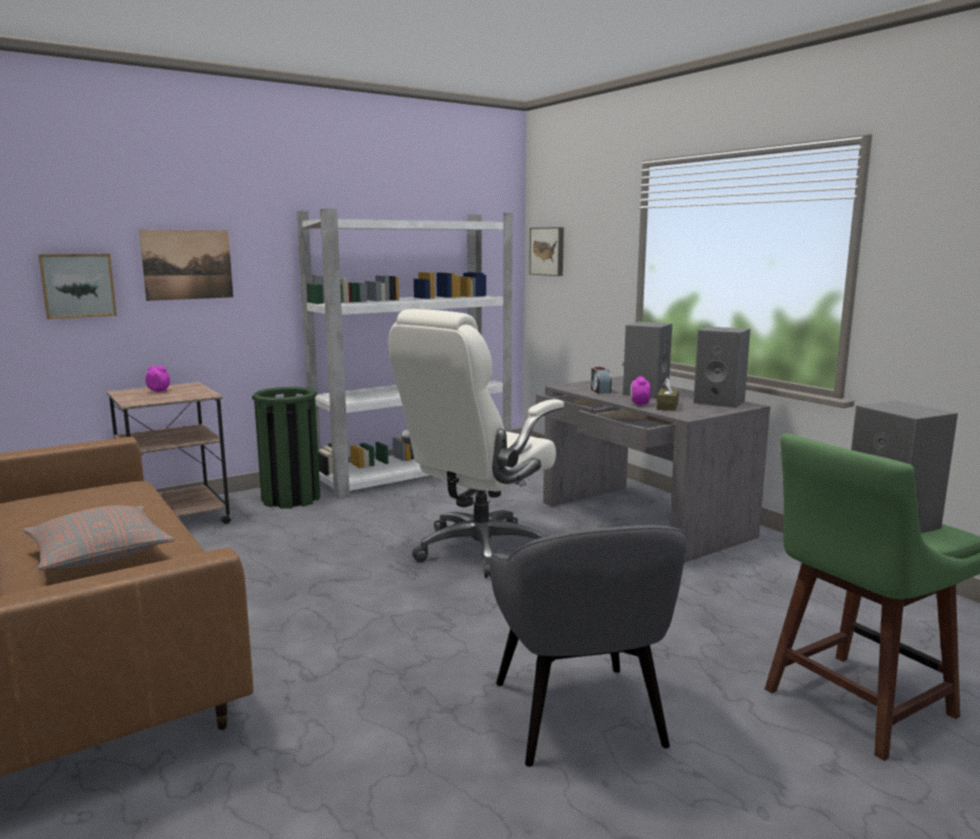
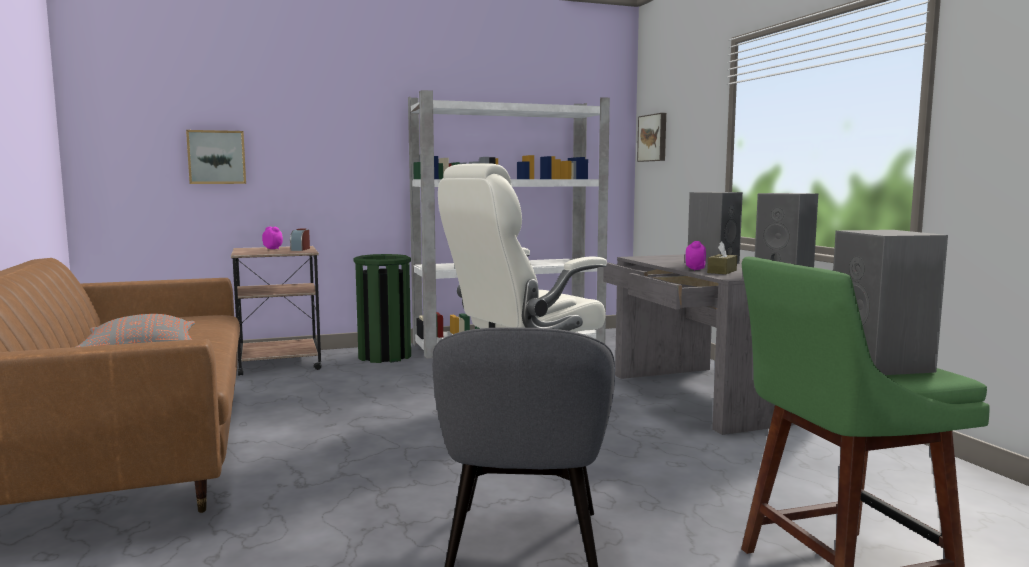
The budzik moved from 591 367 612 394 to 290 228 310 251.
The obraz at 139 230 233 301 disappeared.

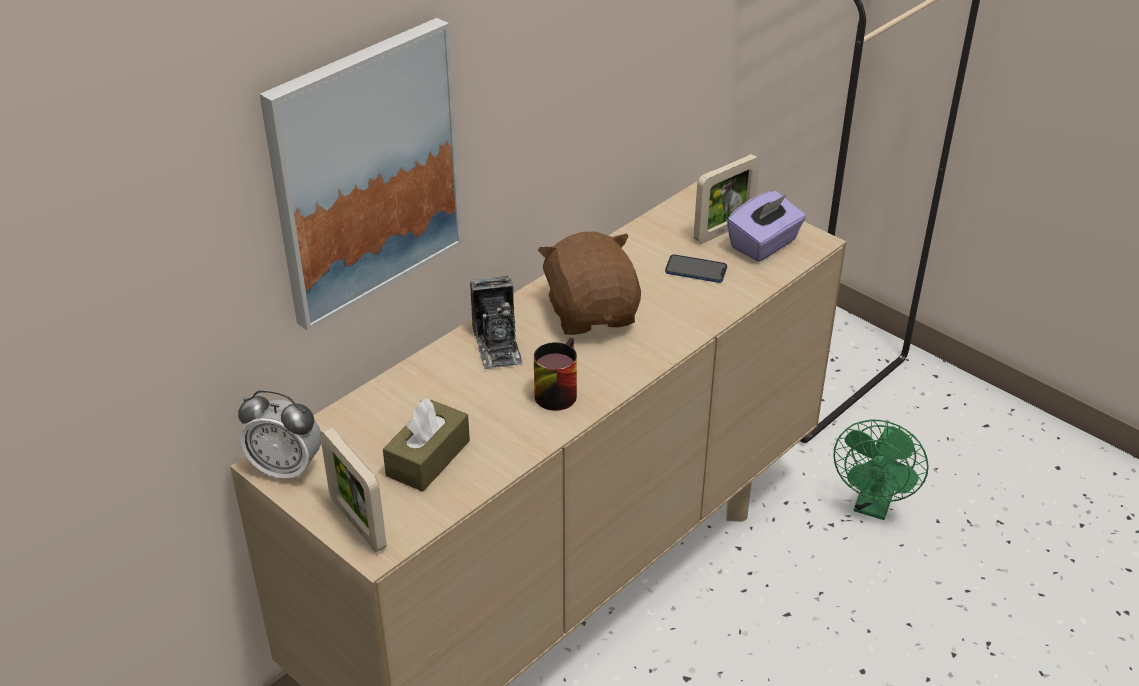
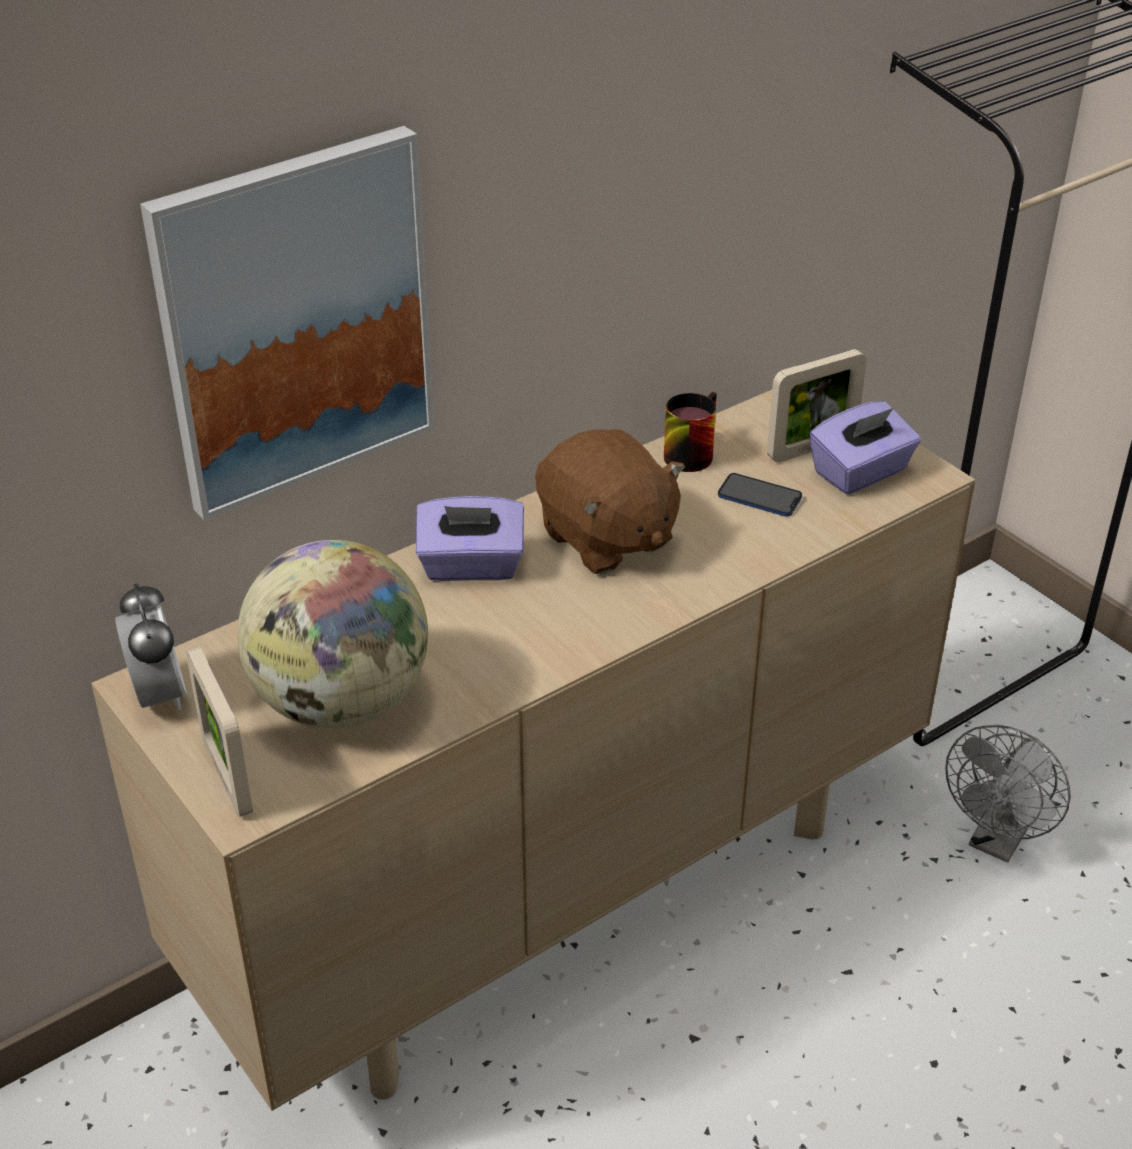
The budzik at 238 390 321 482 turned 135 degrees counterclockwise.
The pudełko chusteczek/brązowy at 383 398 470 492 was replaced by the globus at 237 540 428 729.
The aparat fotograficzny at 470 276 523 370 was replaced by the pudełko chusteczek/fioletowy at 416 496 524 581.
The pluszak/brązowy at 538 231 641 335 turned 150 degrees clockwise.
The kubek moved from 534 337 577 411 to 664 392 717 472.
The wentylator/zielony at 834 419 929 520 became the wentylator/szary at 945 725 1071 863.

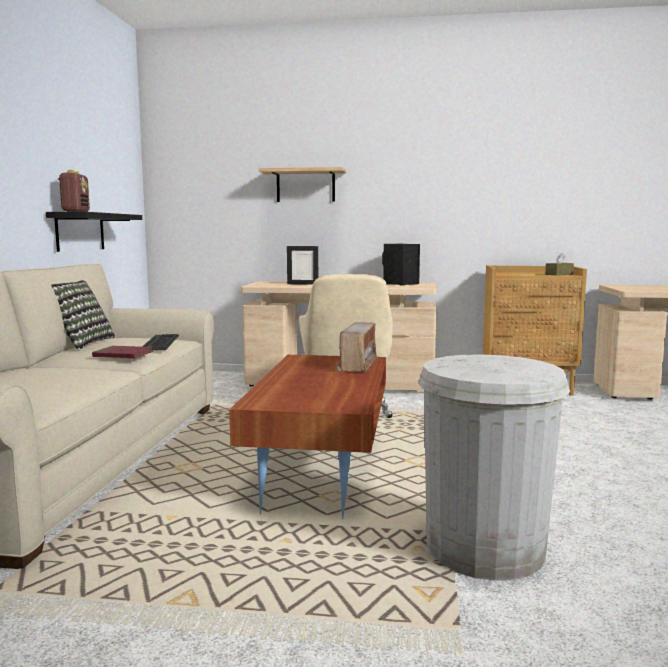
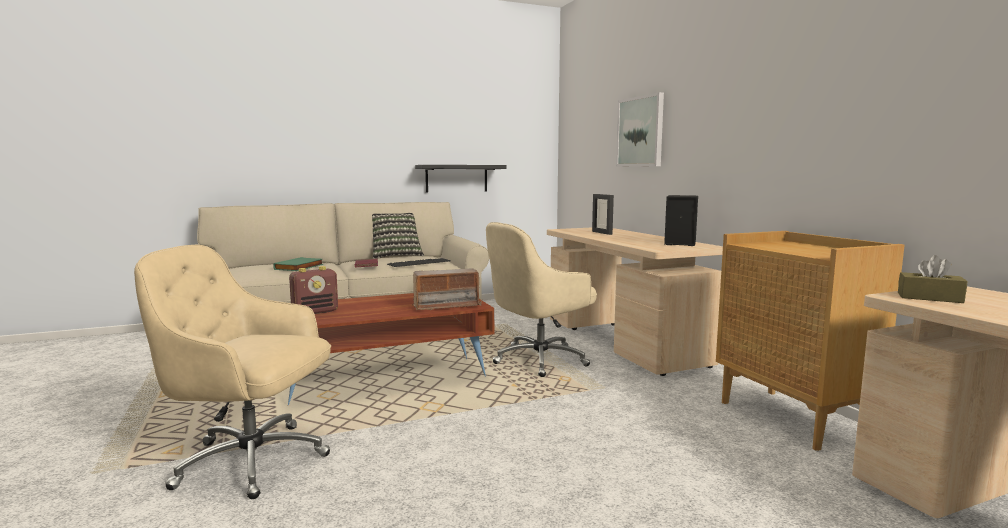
The kosz na śmieci/biały at 418 354 570 581 was replaced by the krzesło biurowe/beżowy at 134 245 331 499.
The książka/zielony at 273 257 323 271 appeared.
The radio moved from 58 170 90 212 to 289 266 338 314.
The półka at 259 167 346 202 was replaced by the obraz at 616 92 664 167.
The pudełko chusteczek/brązowy moved from 545 252 574 276 to 898 255 968 303.

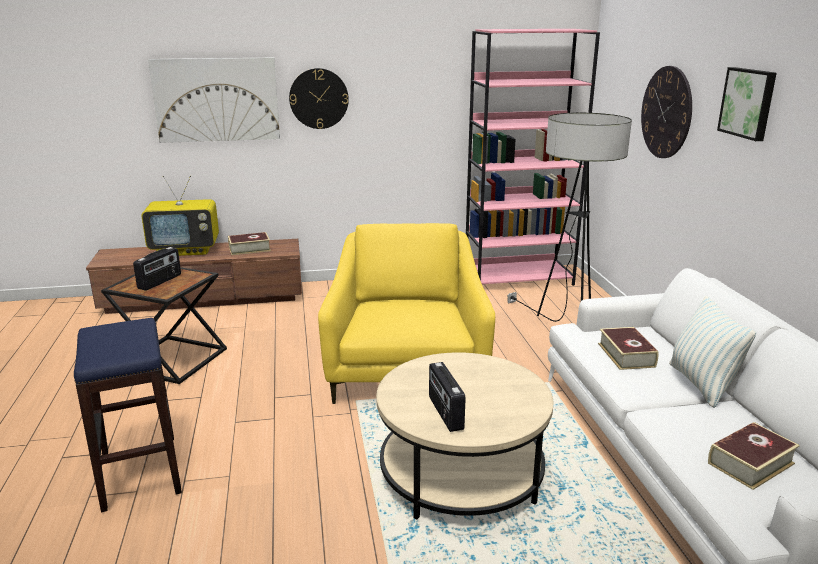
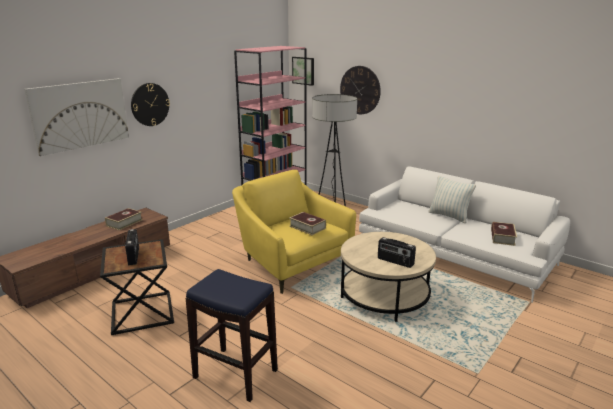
The książka moved from 598 327 658 370 to 289 212 326 235.
The obraz moved from 717 67 776 141 to 292 57 314 86.
The telewizor at 142 176 219 256 disappeared.

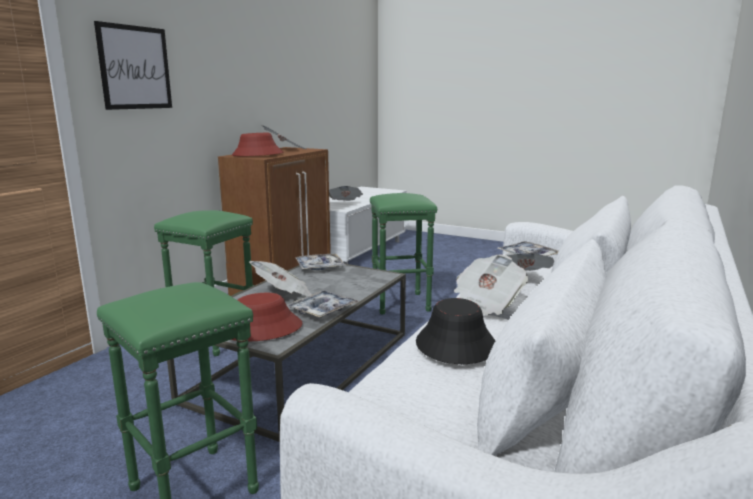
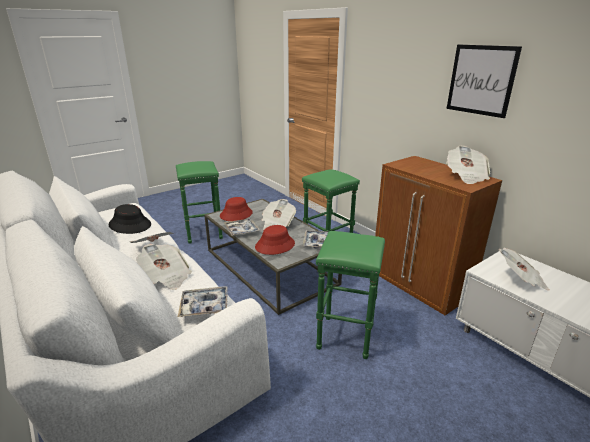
The kapelusz/czerwony moved from 232 133 283 156 to 255 225 295 255.
The obraz moved from 94 21 172 110 to 447 44 522 118.

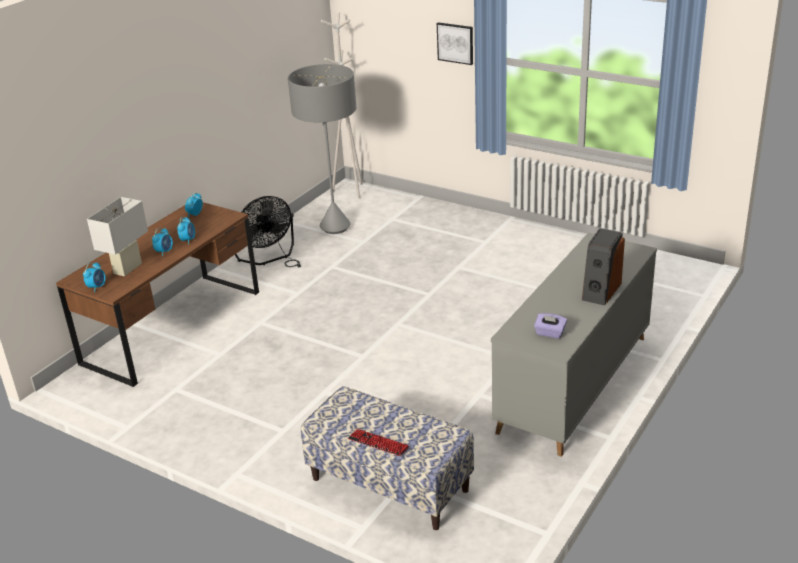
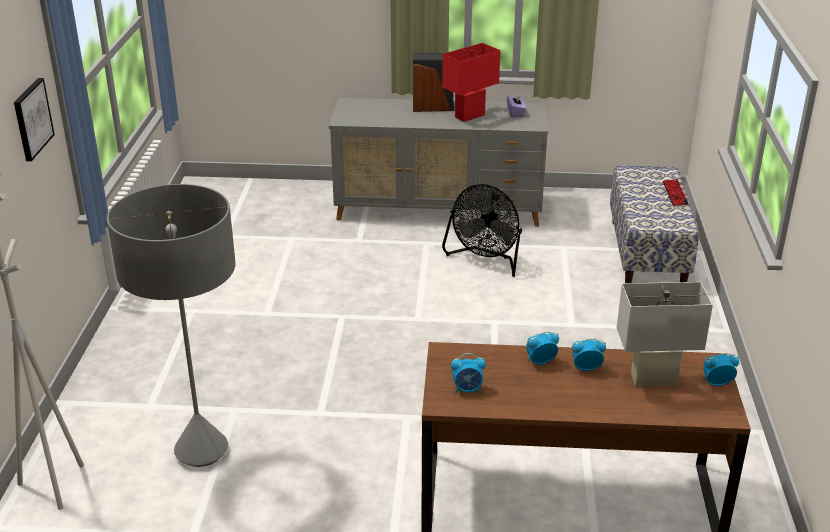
The lampa stołowa/czerwony at 442 43 501 122 appeared.
The wentylator/czarny moved from 235 196 301 267 to 442 184 522 277.

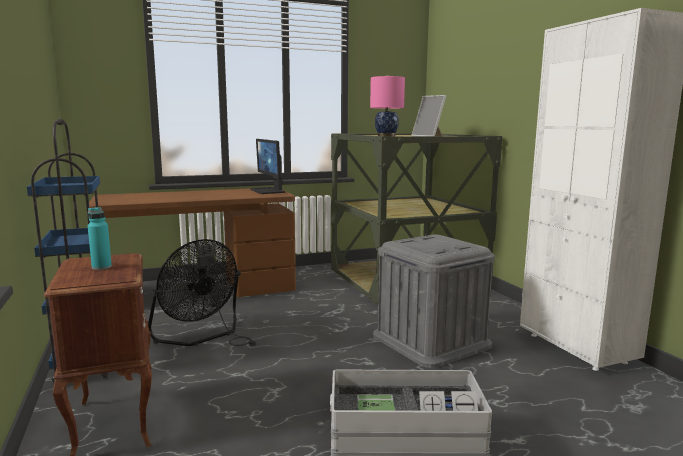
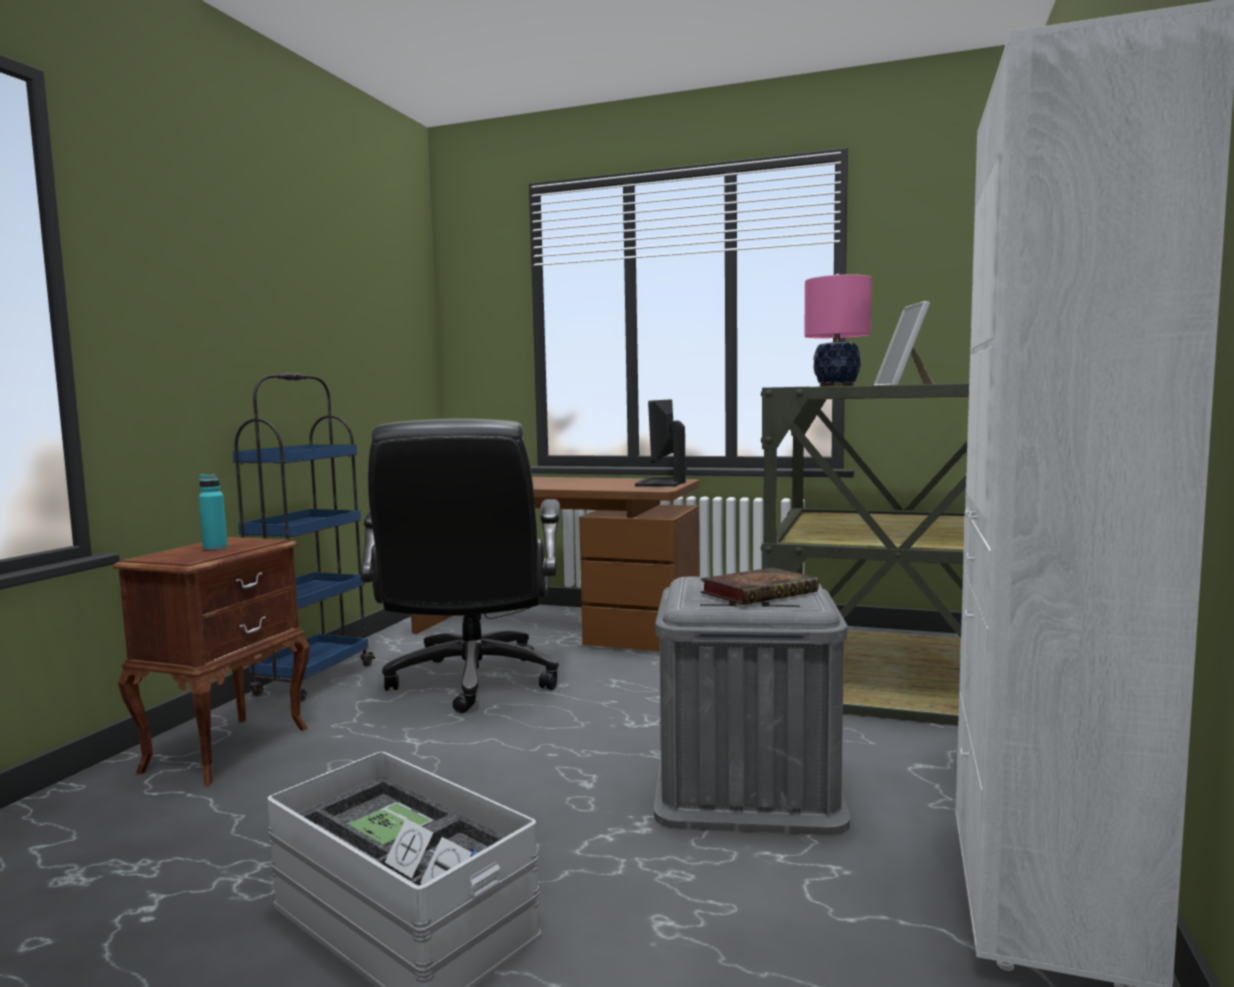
The wentylator/czarny at 148 239 255 346 was replaced by the krzesło biurowe/czarny at 360 419 560 713.
The książka at 701 567 819 605 appeared.

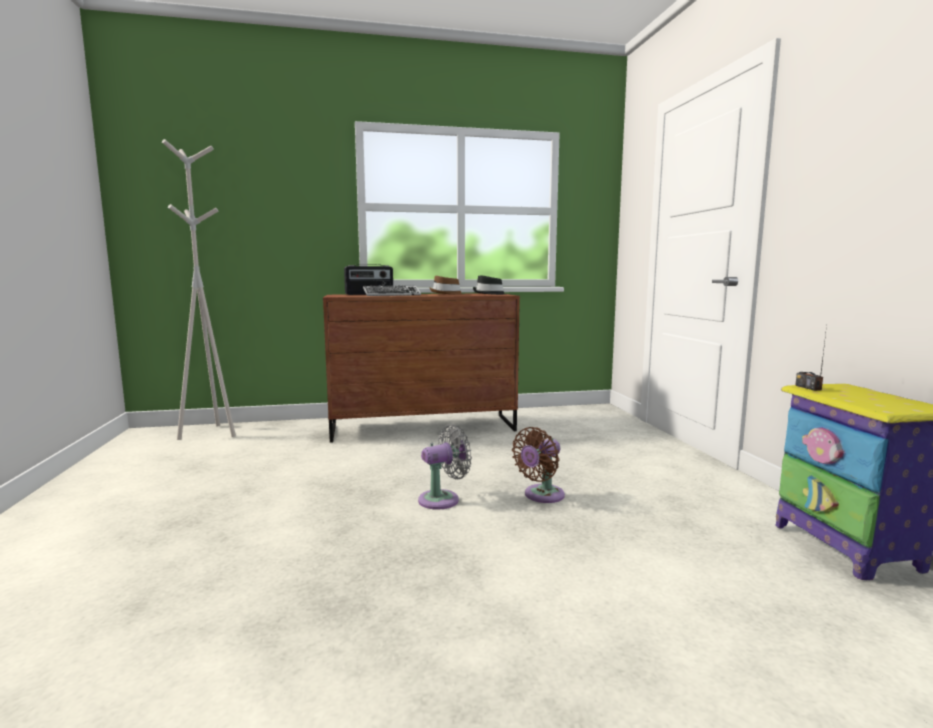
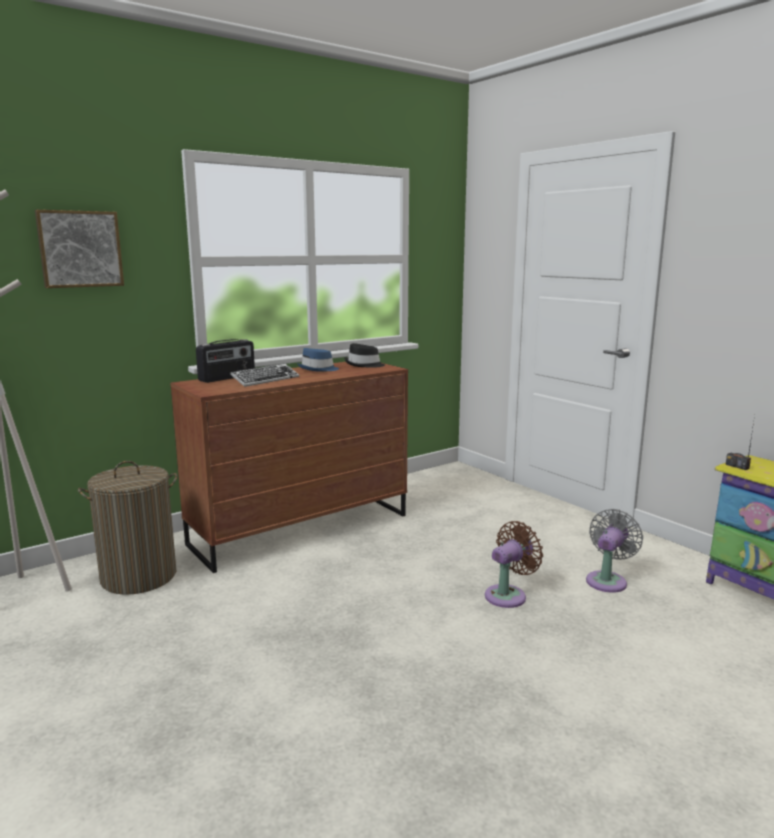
The obraz at 35 210 124 288 appeared.
The kosz na pranie at 78 461 177 595 appeared.
The kapelusz/brązowy at 430 276 463 295 became the kapelusz/niebieski at 297 348 339 372.
The wentylator/brązowy at 512 427 565 503 turned 150 degrees counterclockwise.
The wentylator/szary moved from 418 424 472 510 to 586 509 643 593.

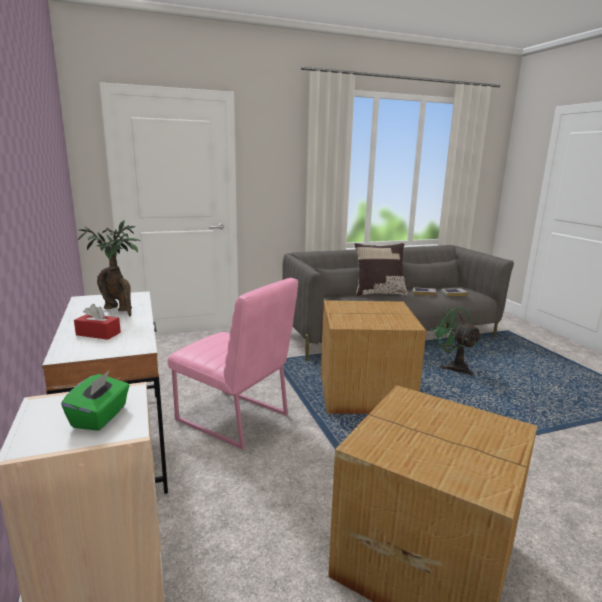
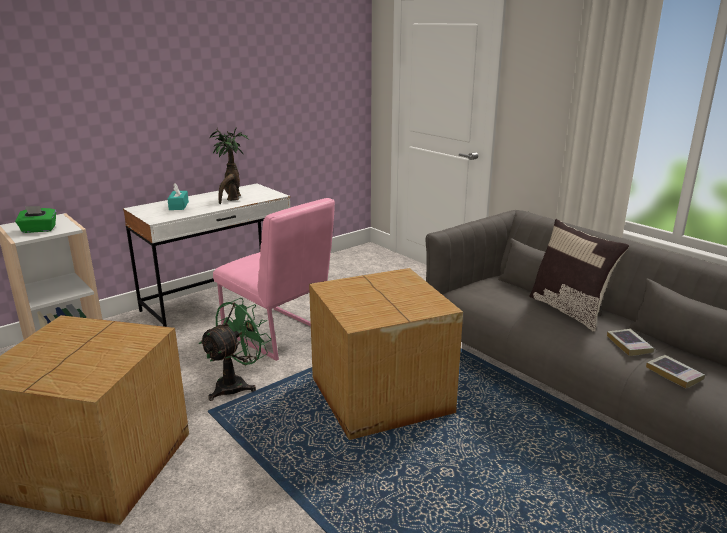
The pudełko chusteczek/czerwony at 74 304 121 340 became the pudełko chusteczek/turkusowy at 167 183 189 210.
The wentylator/zielony moved from 431 306 482 376 to 199 298 272 401.
The krzesło/różowy at 168 278 298 450 turned 60 degrees counterclockwise.

